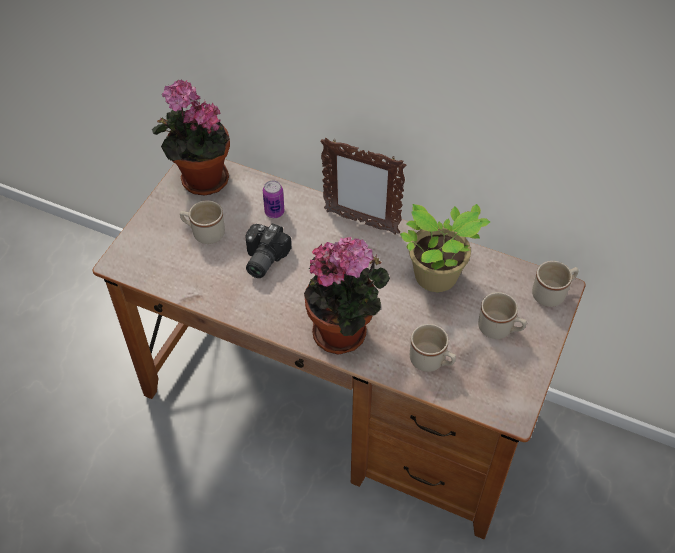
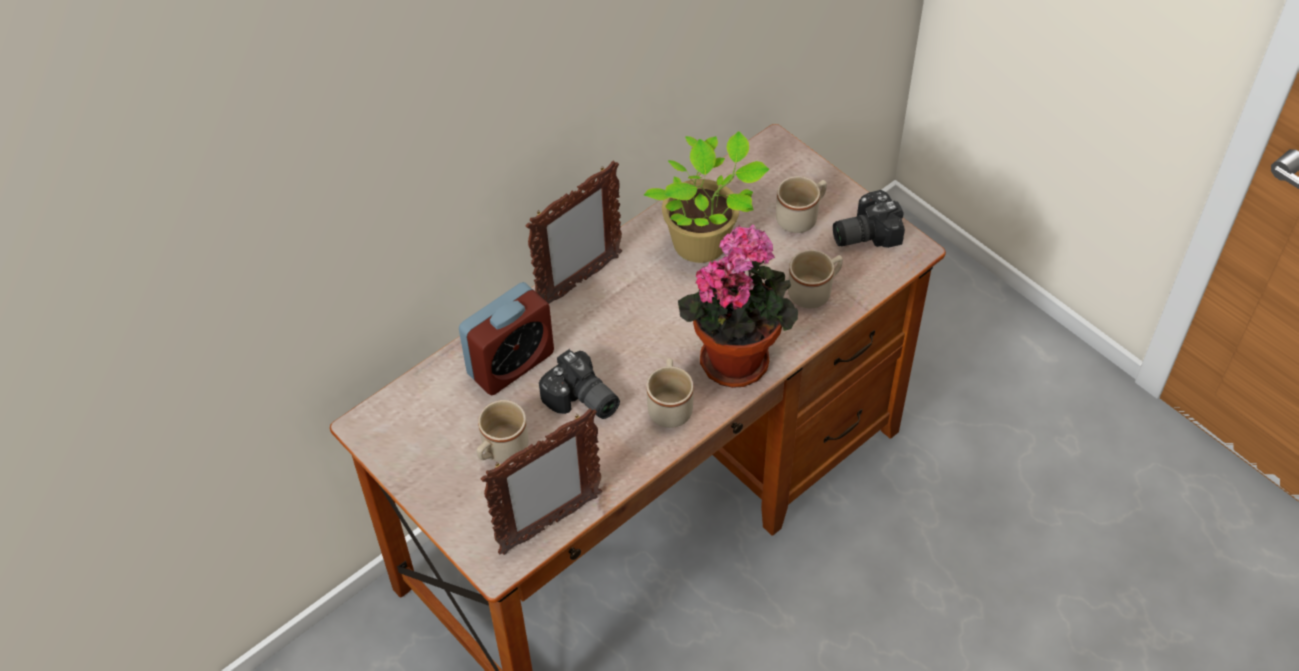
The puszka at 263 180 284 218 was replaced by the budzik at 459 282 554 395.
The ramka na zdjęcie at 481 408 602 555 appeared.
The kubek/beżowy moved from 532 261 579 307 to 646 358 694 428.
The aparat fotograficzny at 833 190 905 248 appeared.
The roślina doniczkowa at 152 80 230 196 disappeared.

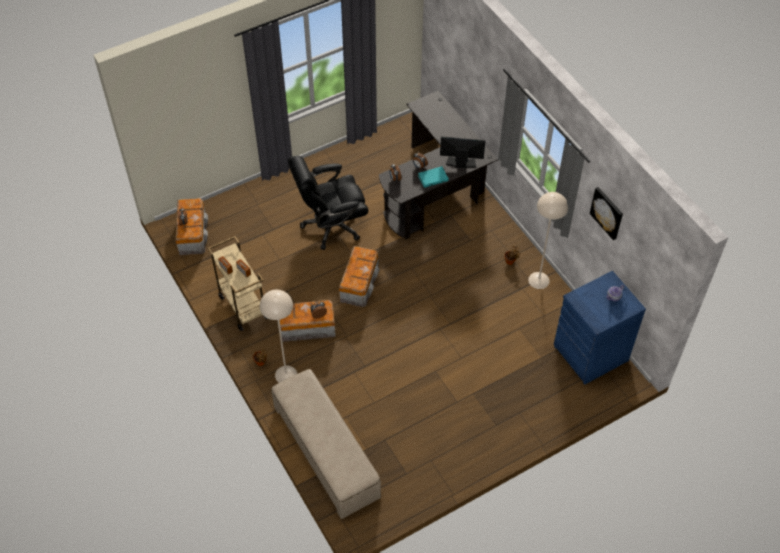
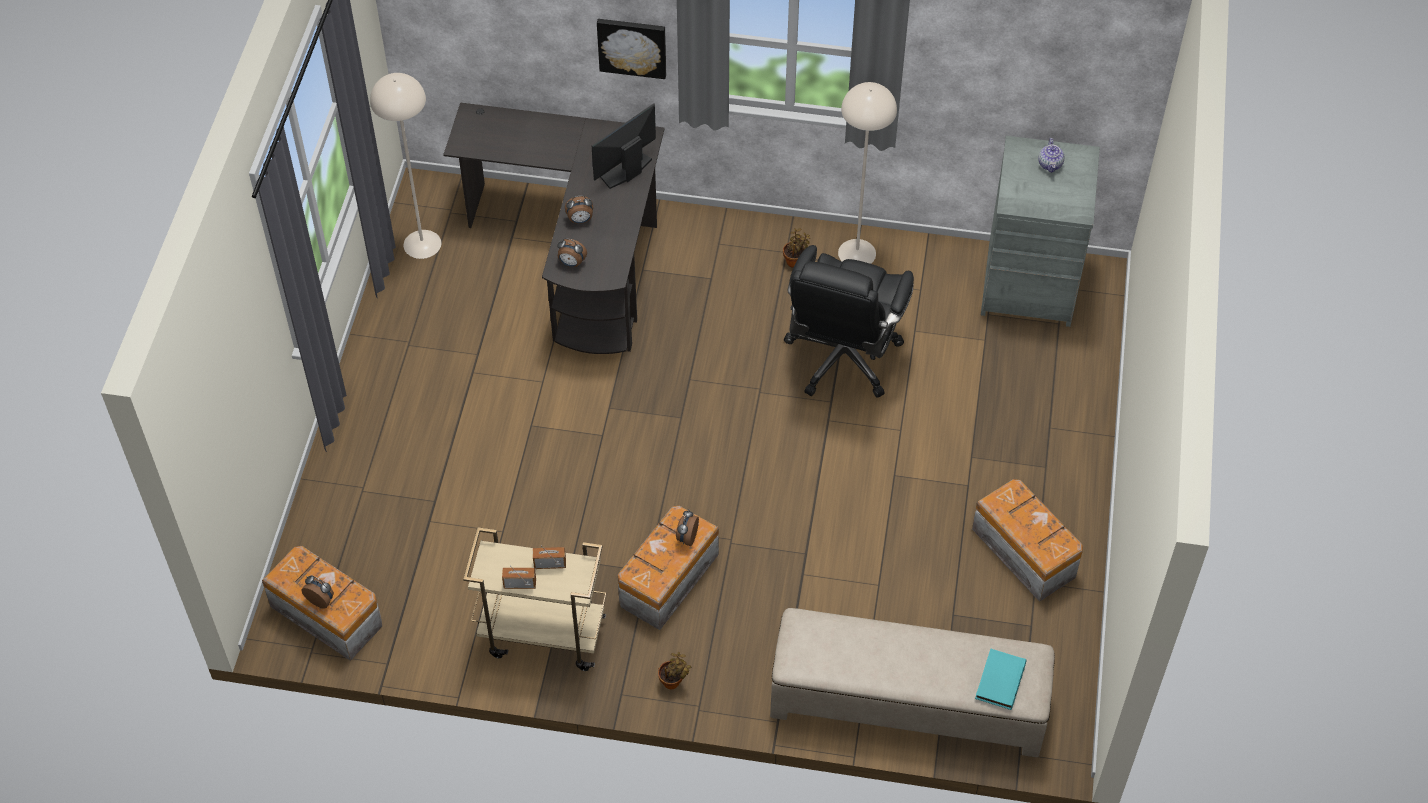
The lampa stojąca/beżowy moved from 260 290 297 383 to 370 73 441 259.
The obraz moved from 590 187 623 240 to 597 19 666 79.
The krzesło biurowe/czarny moved from 288 156 368 250 to 784 245 914 398.
The pojemnik do przechowywania moved from 339 246 380 307 to 972 479 1083 602.
The książka/turkusowy moved from 418 166 449 188 to 975 649 1026 710.
The komoda/niebieski at 554 271 646 385 became the komoda/szary at 981 136 1100 327.

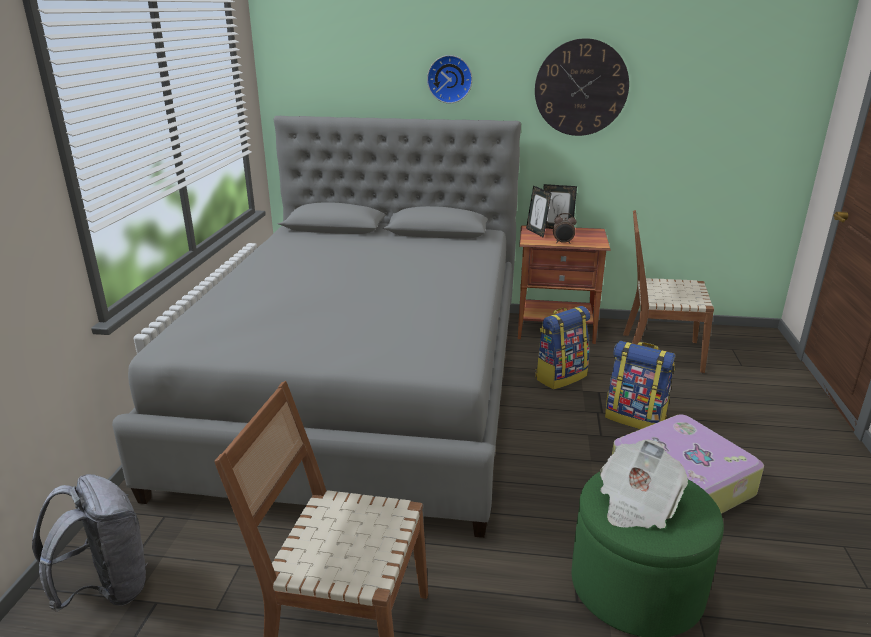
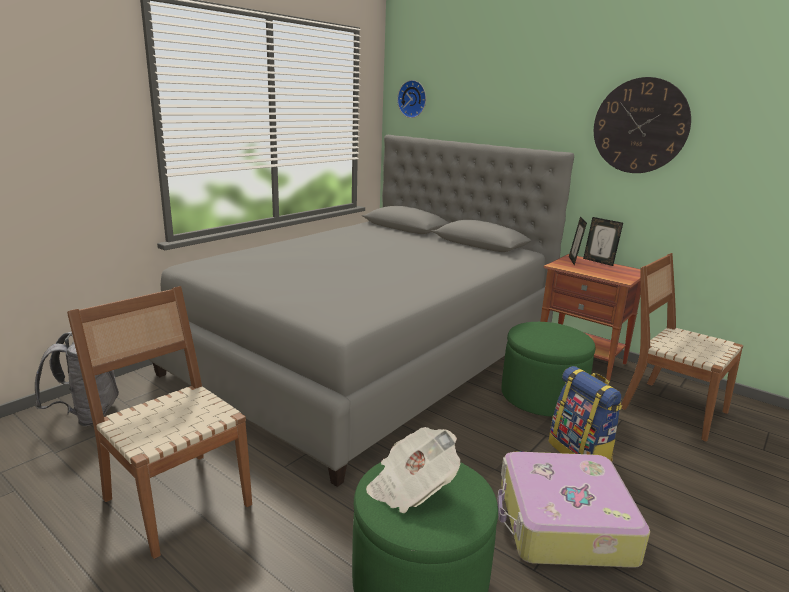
The zegar ścienny moved from 427 55 472 103 to 397 80 426 118.
The plecak at 535 306 590 390 was replaced by the pufa/zielony at 501 322 596 417.
The budzik at 553 213 577 244 disappeared.

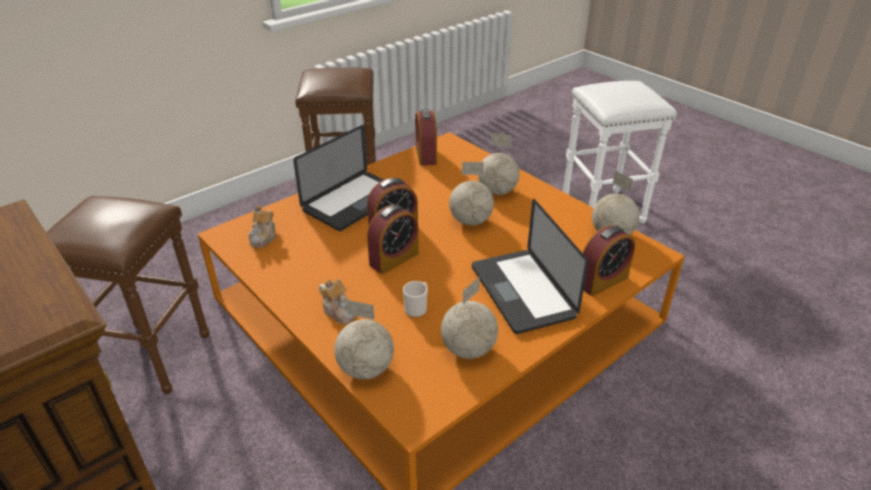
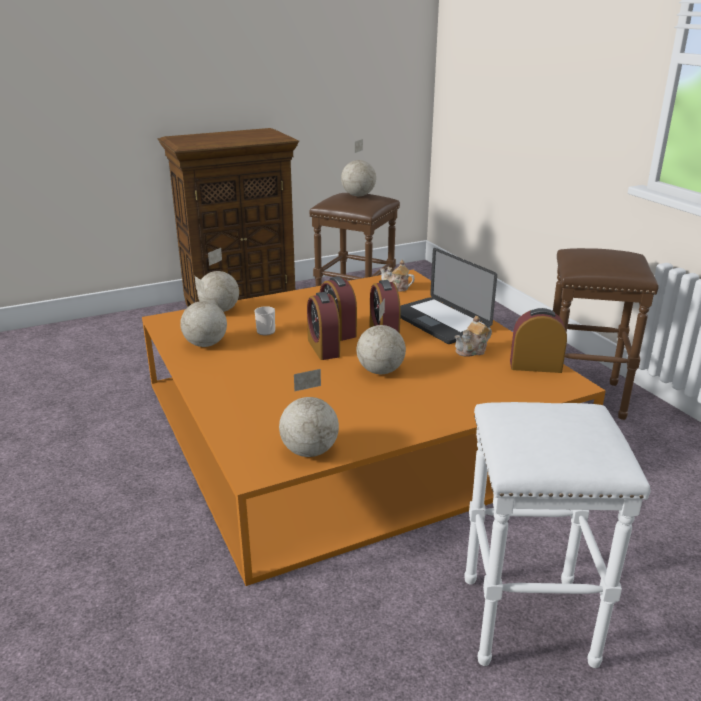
The budzik moved from 583 225 635 296 to 307 292 340 360.
The globus moved from 478 133 520 195 to 341 139 376 196.
The imbryk moved from 319 278 356 324 to 455 316 492 357.
The laptop at 472 199 588 334 disappeared.

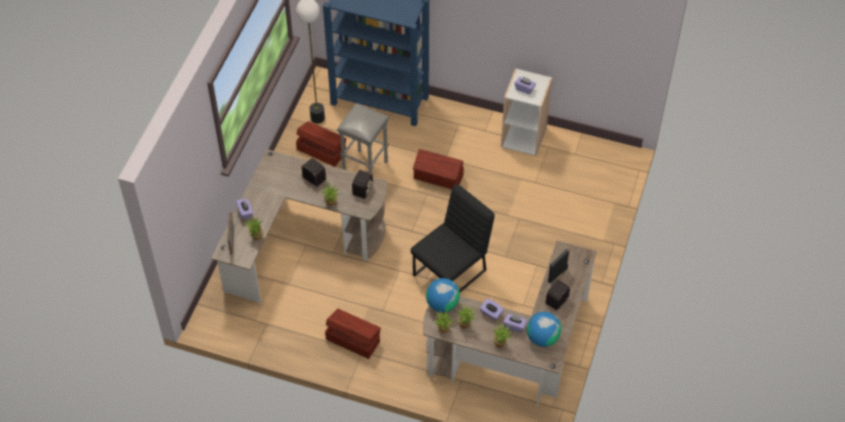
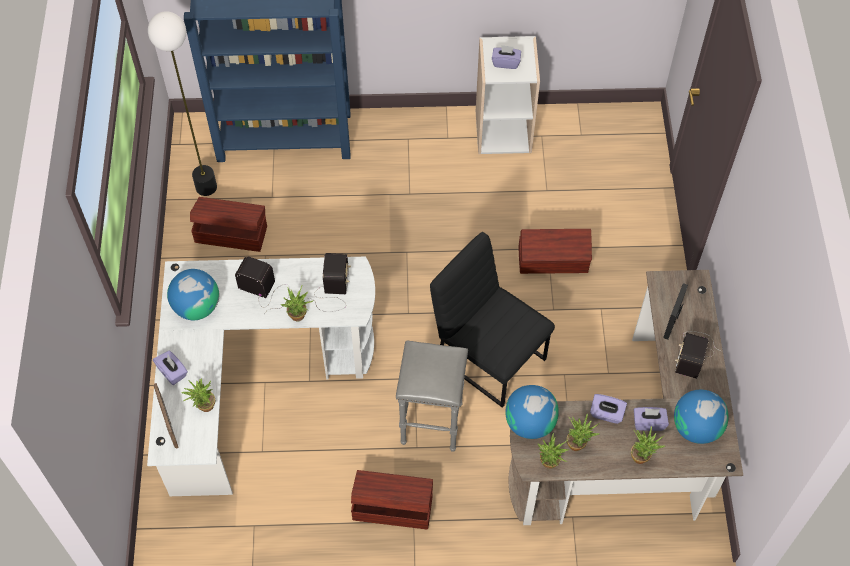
The biurko/brązowy at 211 149 387 303 became the biurko/biały at 147 257 375 496.
The globus at 167 269 219 320 appeared.
The stołek/szary moved from 337 103 389 174 to 396 340 468 452.
The krzesło/czarny at 411 184 495 292 turned 75 degrees counterclockwise.
The pojemnik do przechowywania/brązowy moved from 413 149 464 189 to 518 229 592 274.

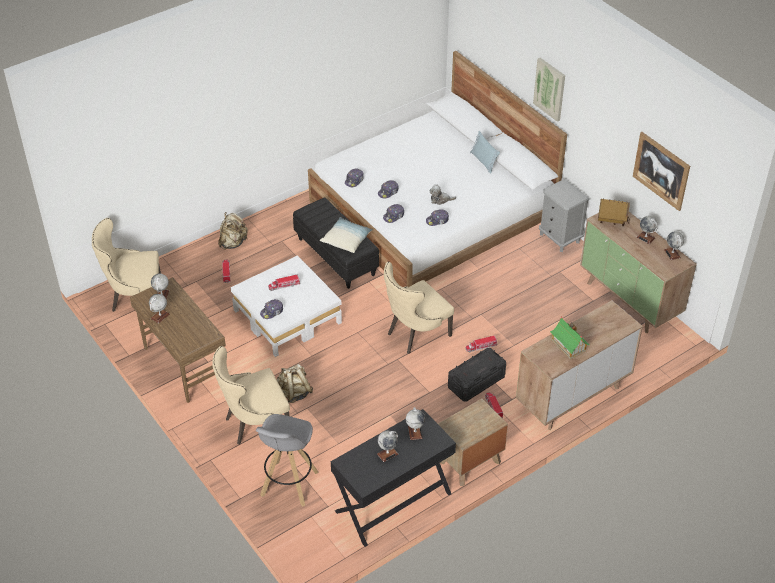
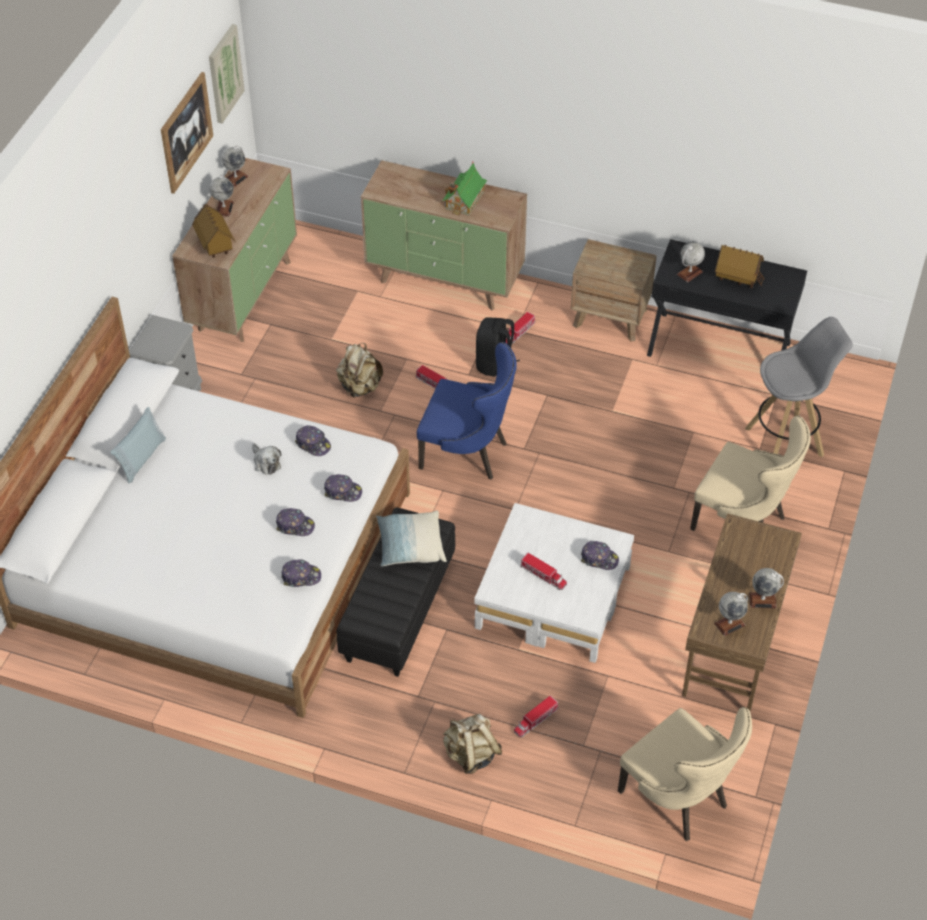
The obraz moved from 533 58 565 122 to 209 24 245 124.
The plecak/beżowy moved from 277 364 313 403 to 336 343 383 398.
The krzesło/beżowy at 384 262 454 354 became the krzesło/niebieski at 417 342 517 480.
The pojemnik do przechowywania/czarny at 448 348 506 402 was replaced by the plecak/czarny at 476 317 520 377.
The globus at 377 431 398 462 was replaced by the domek at 715 245 765 288.

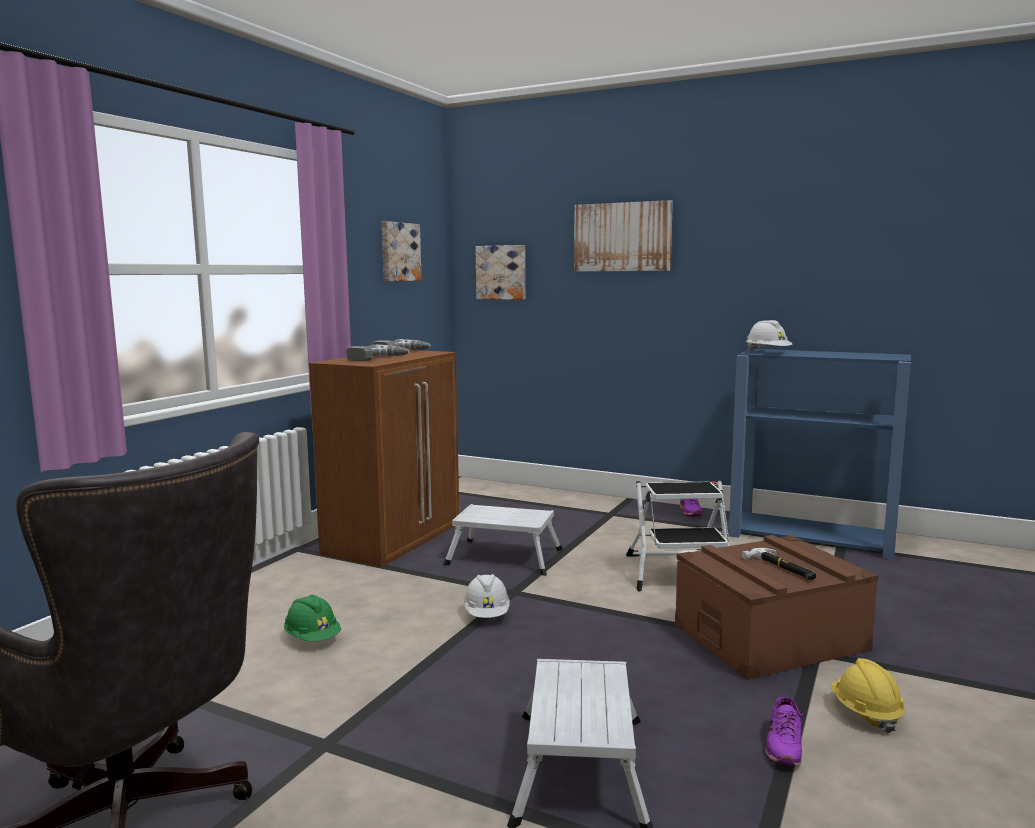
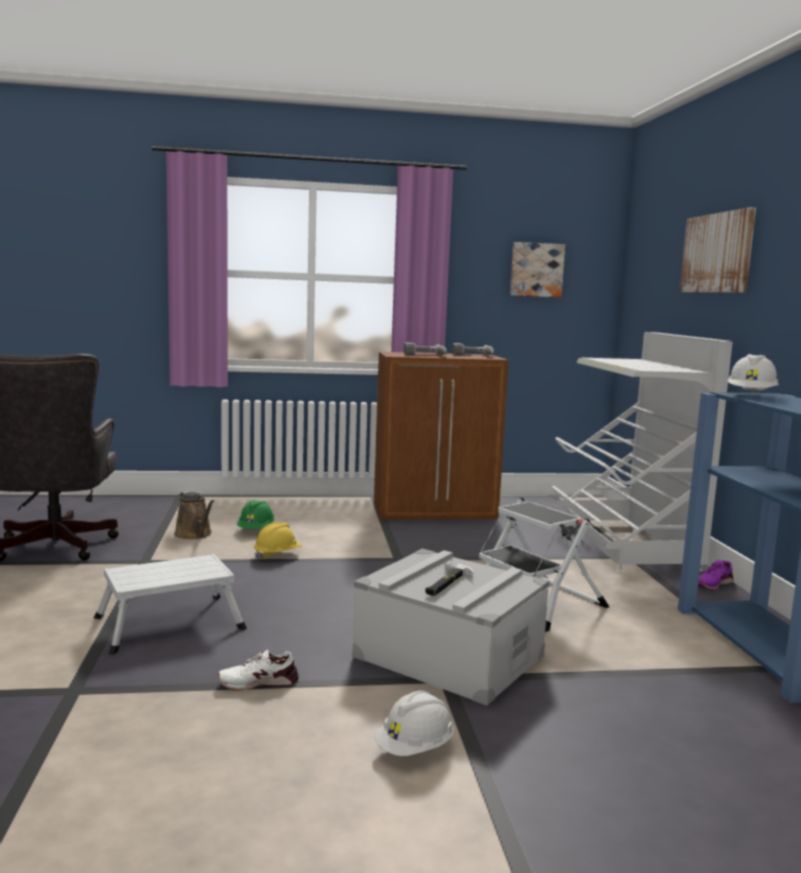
The konewka/brązowy at 174 491 214 539 appeared.
The but/fioletowy at 765 697 803 766 became the but/biały at 218 650 299 691.
The kask/żółty moved from 830 658 905 734 to 254 522 302 560.
The pojemnik do przechowywania/brązowy at 675 535 878 680 became the pojemnik do przechowywania/szary at 353 549 550 706.
The kask/biały moved from 463 574 510 618 to 374 691 454 756.
The regał na buty/biały at 552 332 733 572 appeared.
The drabinka/biały at 443 504 563 576 disappeared.
The obraz at 476 245 525 300 disappeared.

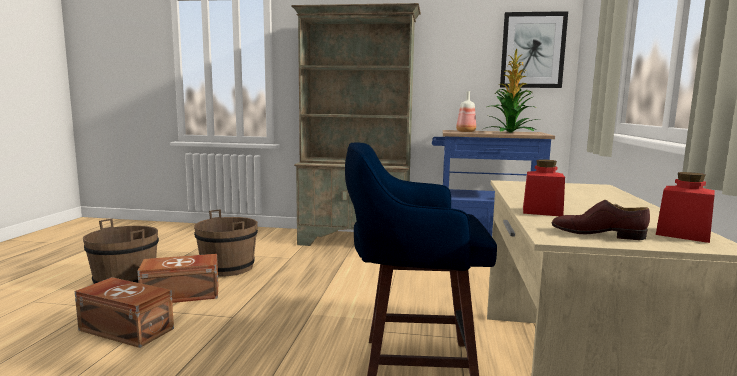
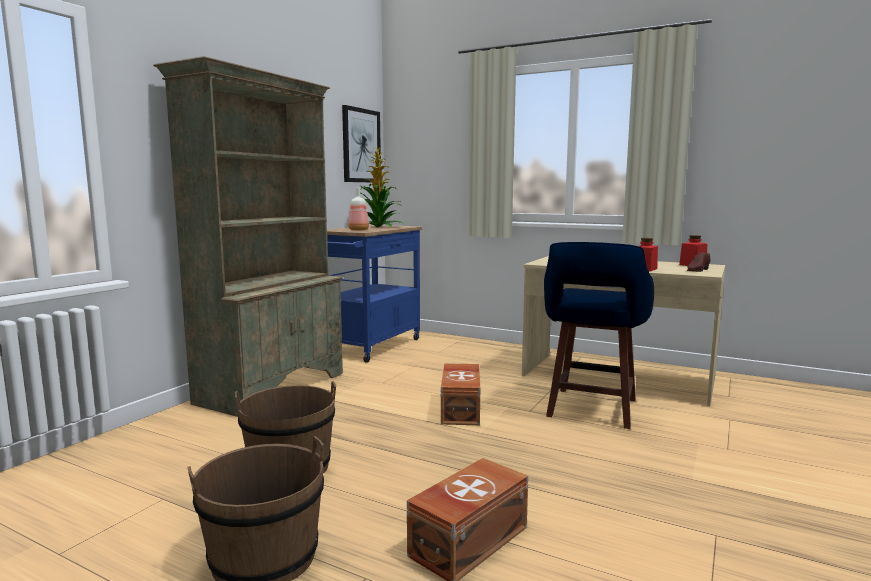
The pojemnik do przechowywania/brązowy moved from 137 254 218 303 to 441 363 481 425.

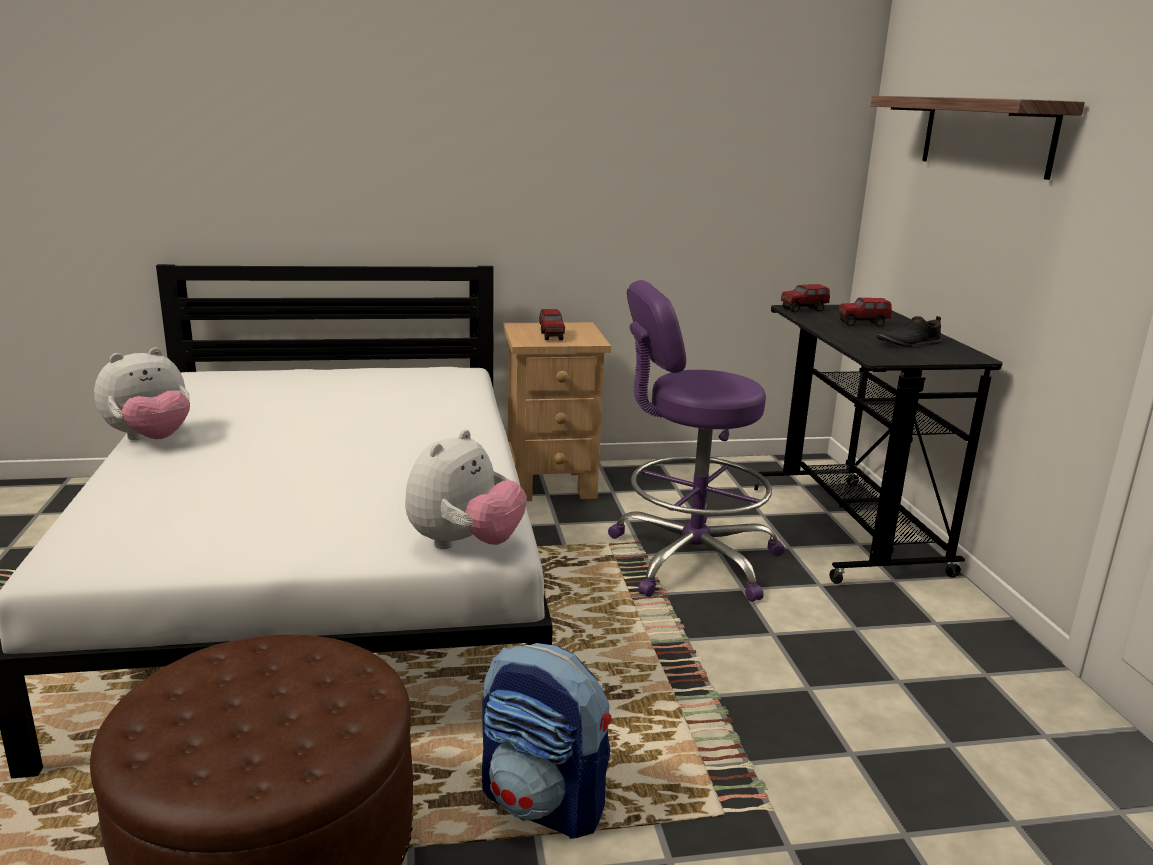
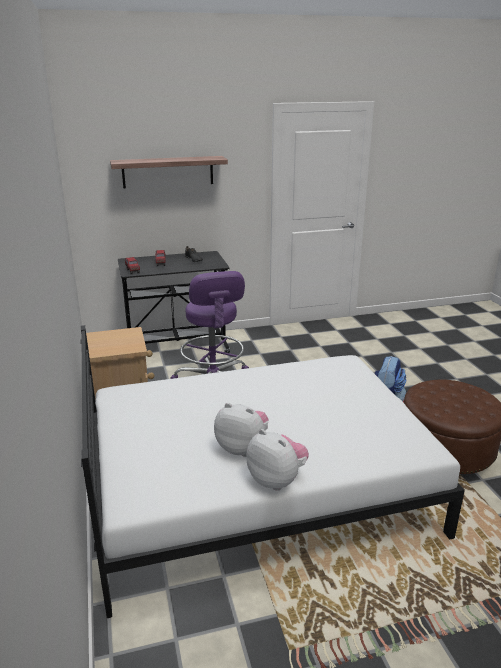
The pluszak moved from 405 429 527 549 to 214 403 269 457.
The ciężarówka zabawkowa at 539 309 565 340 disappeared.

